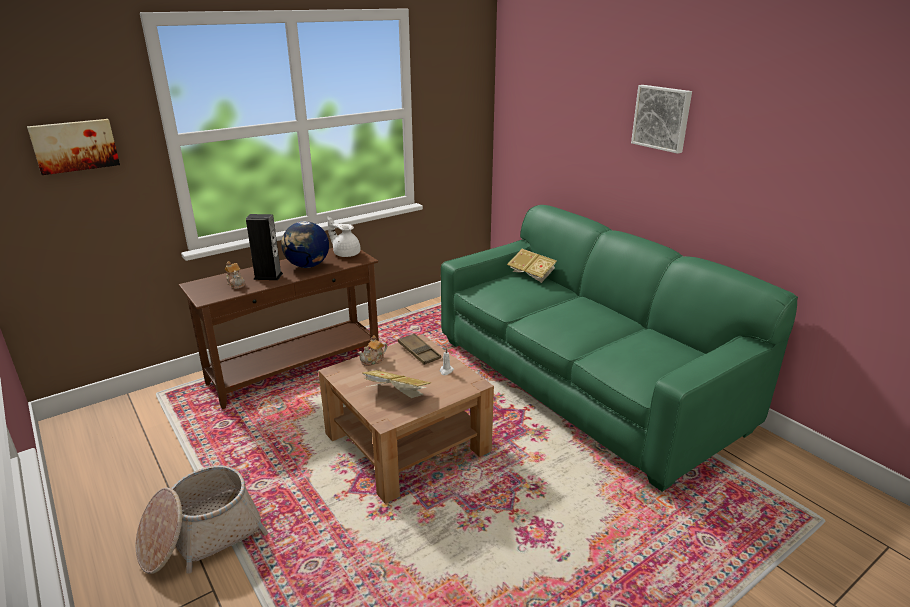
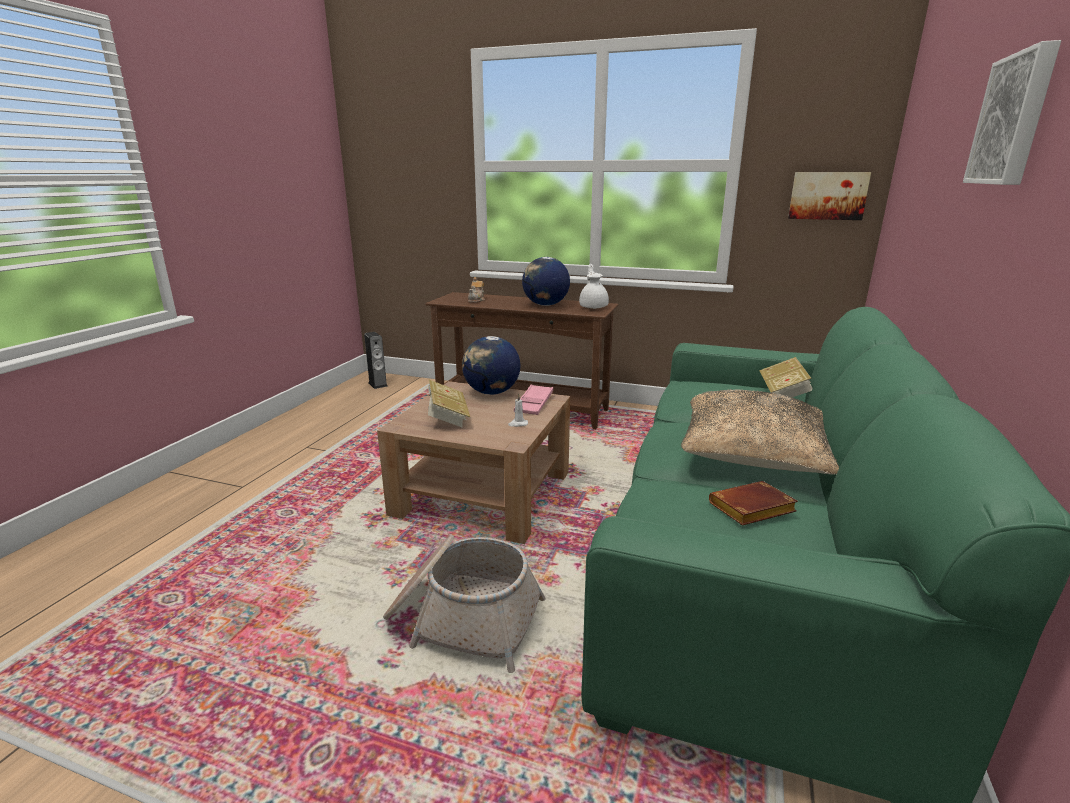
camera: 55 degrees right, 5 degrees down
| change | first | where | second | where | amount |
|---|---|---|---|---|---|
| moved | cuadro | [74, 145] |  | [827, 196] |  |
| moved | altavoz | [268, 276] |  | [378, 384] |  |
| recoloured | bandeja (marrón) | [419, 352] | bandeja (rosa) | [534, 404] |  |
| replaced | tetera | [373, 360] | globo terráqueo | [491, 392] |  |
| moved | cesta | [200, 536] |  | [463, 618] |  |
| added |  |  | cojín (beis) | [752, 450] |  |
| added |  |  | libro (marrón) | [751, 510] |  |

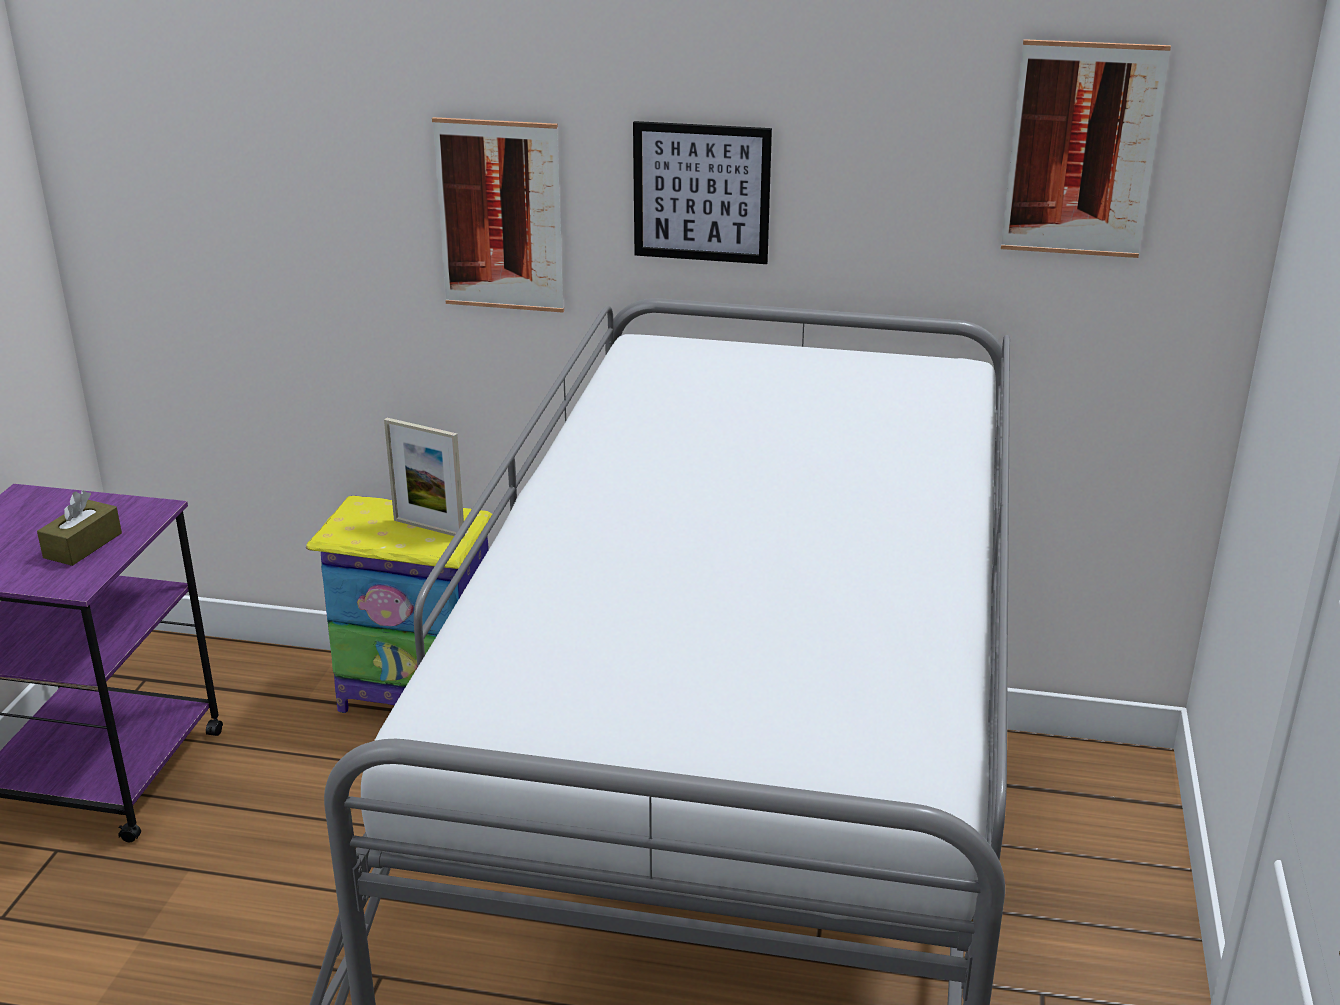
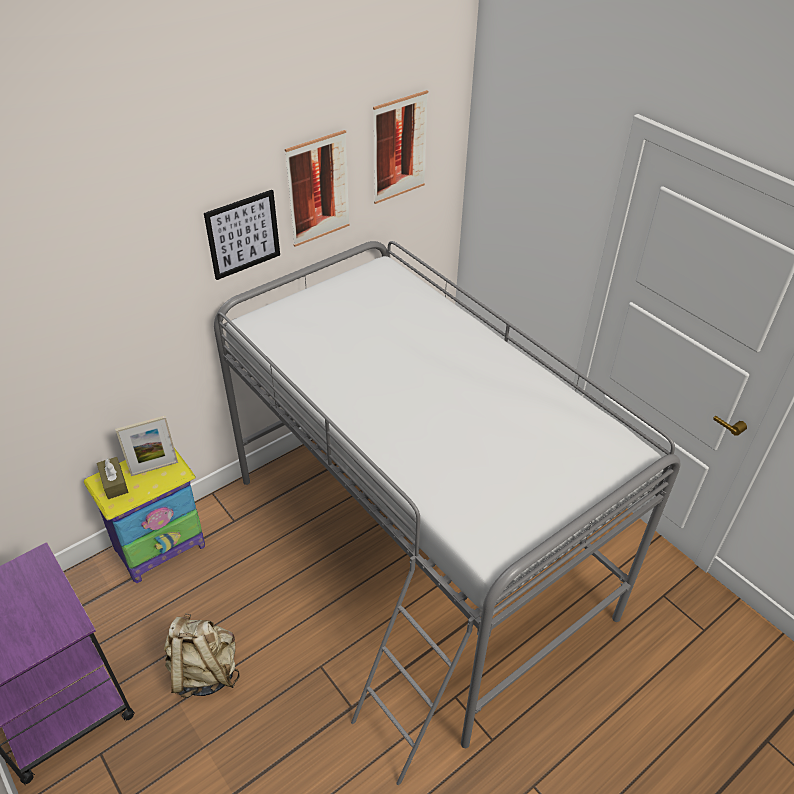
camera: 50 degrees left, 15 degrees up
| change | first | where | second | where | amount |
|---|---|---|---|---|---|
| moved | cuadro | [500, 216] |  | [318, 189] |  |
| moved | caja de pañuelos (marrón) | [83, 545] |  | [114, 483] |  |
| added |  |  | mochila (beis) | [204, 671] |  |

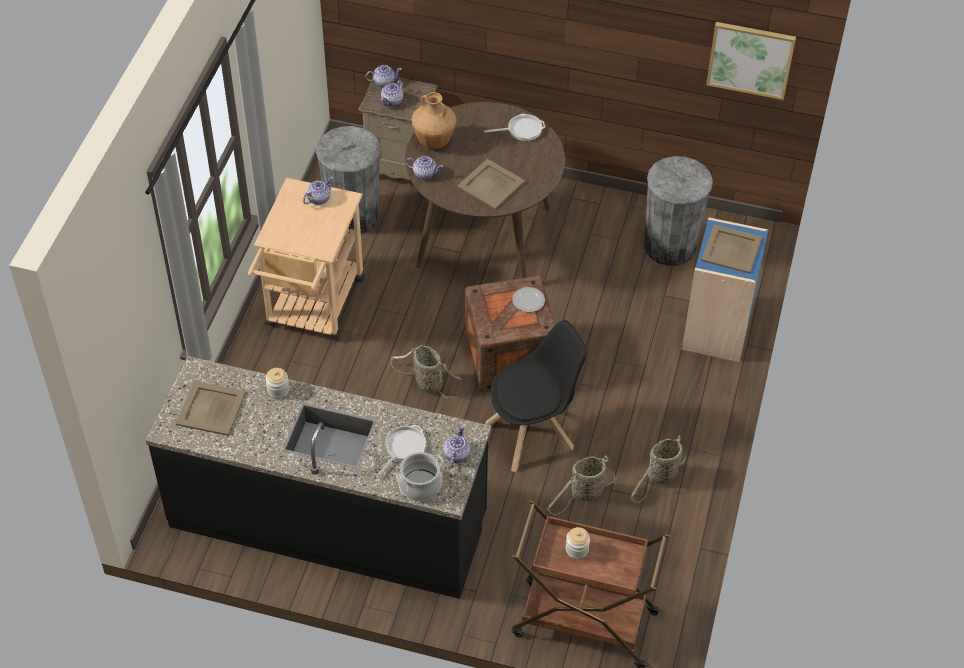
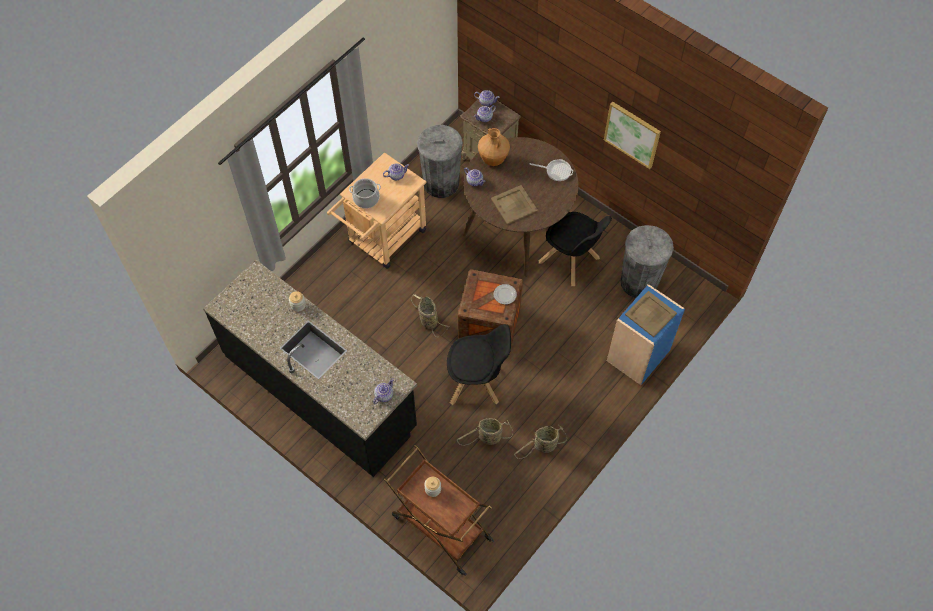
camera: 25 degrees right, 10 degrees up
| change | first | where | second | where | amount |
|---|---|---|---|---|---|
| moved | cuadro | [750, 59] |  | [632, 134] |  |
| removed | bandeja (beis) | [212, 408] |  |  |  |
| removed | sartén | [403, 448] |  |  |  |
| moved | olla | [420, 485] |  | [366, 199] |  |
| added |  |  | silla (negro) | [571, 262] |  |

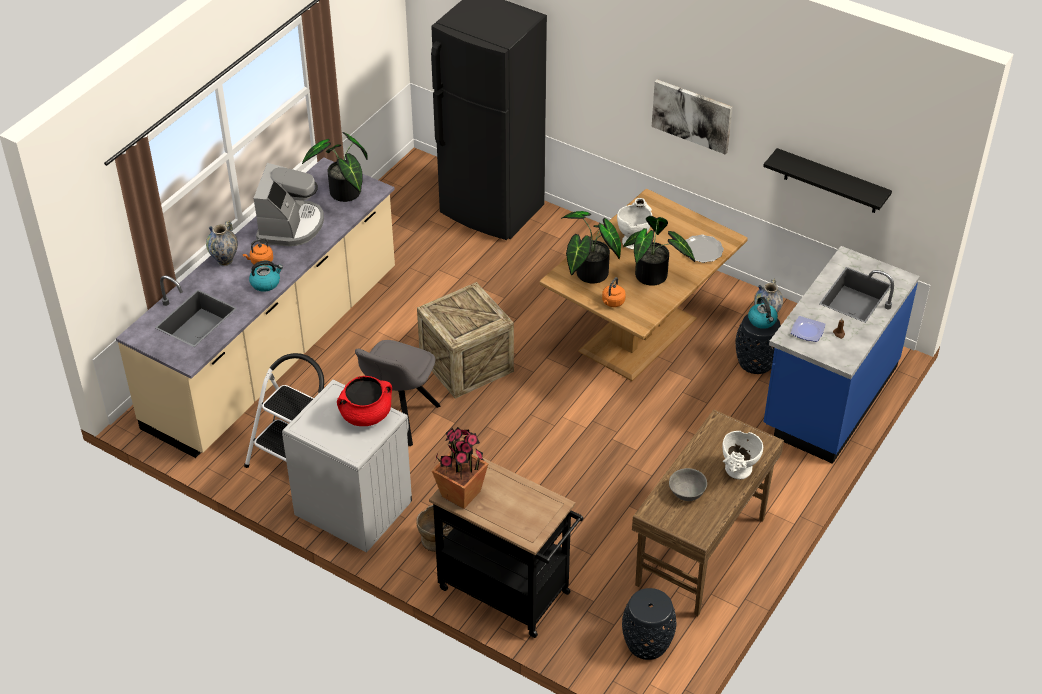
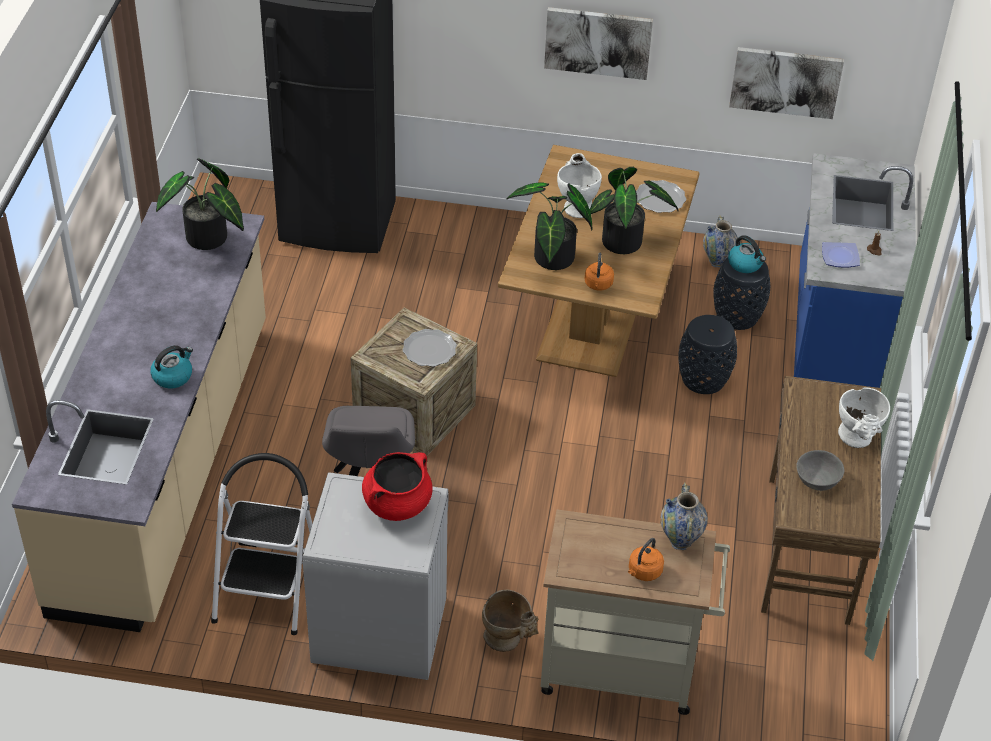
camera: 25 degrees left, 0 degrees up
| change | first | where | second | where | amount |
|---|---|---|---|---|---|
| replaced | estante (negro) | [831, 182] | cuadro | [785, 81] |  |
| removed | cafetera | [290, 226] |  |  |  |
| moved | florero | [224, 261] |  | [680, 541] |  |
| moved | hervidor (naranja) | [260, 261] |  | [643, 572] |  |
| removed | planta en maceta | [461, 493] |  |  |  |
| recoloured | carrito (negro) | [507, 592] | carrito (beis) | [623, 671] |  |
| moved | taburete (negro) | [647, 643] |  | [703, 379] |  |
| added |  |  | plato | [429, 350] |  |

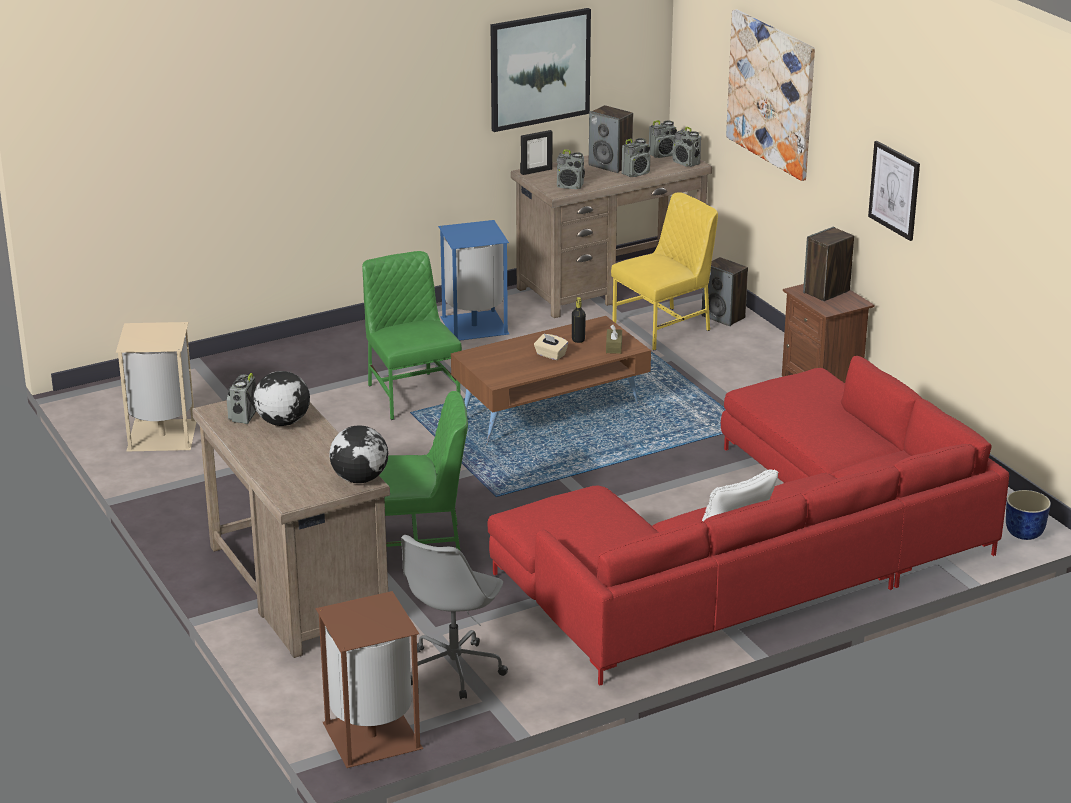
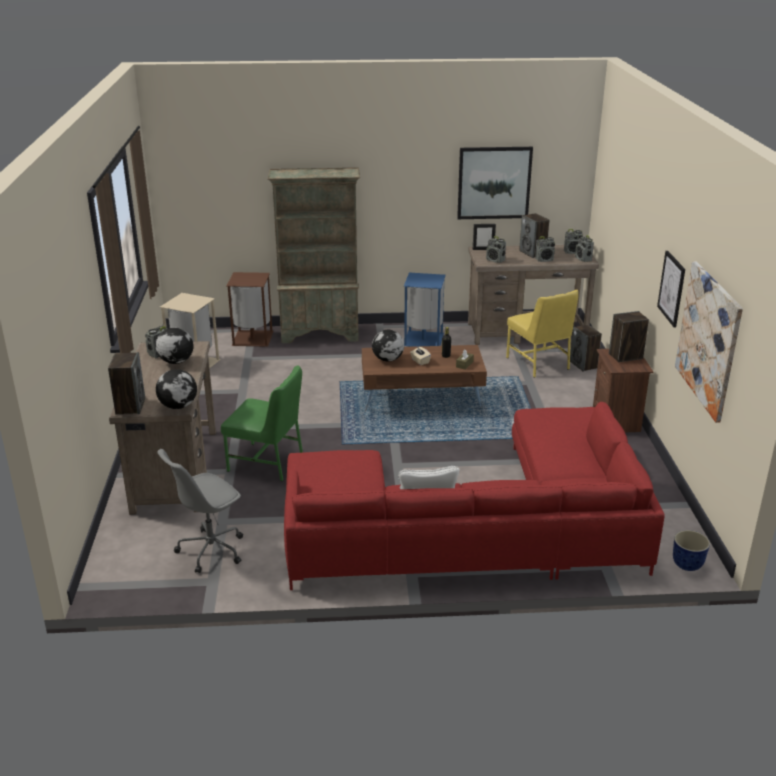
camera: 25 degrees right, 0 degrees up
| change | first | where | second | where | amount |
|---|---|---|---|---|---|
| moved | cuadro | [771, 93] |  | [708, 339] |  |
| turned | silla (amarillo) | [663, 328] |  | [539, 363] | 75 degrees clockwise |
| removed | silla (verde) | [412, 394] |  |  |  |
| moved | papelera (marrón) | [374, 737] |  | [253, 339] |  |
| added |  |  | estantería (verde) | [320, 333] |  |
| added |  |  | globo terráqueo | [387, 360] |  |
| added |  |  | altavoz | [130, 406] |  |

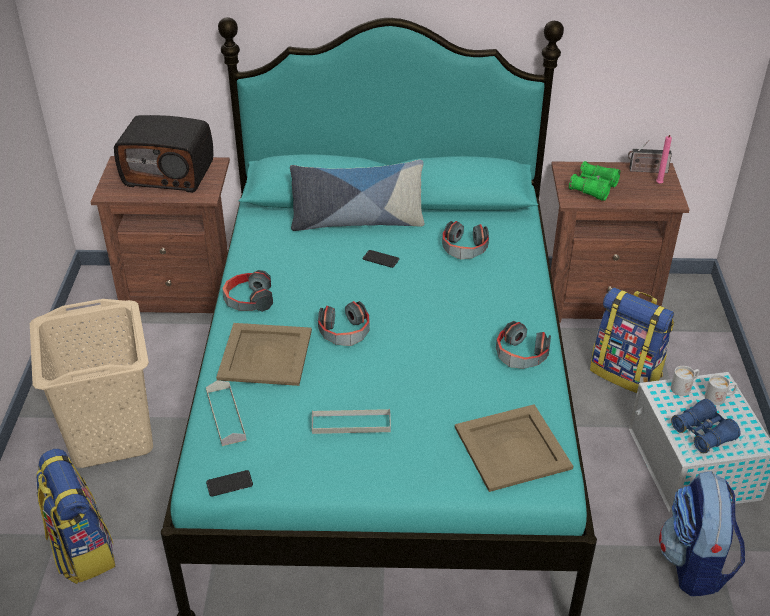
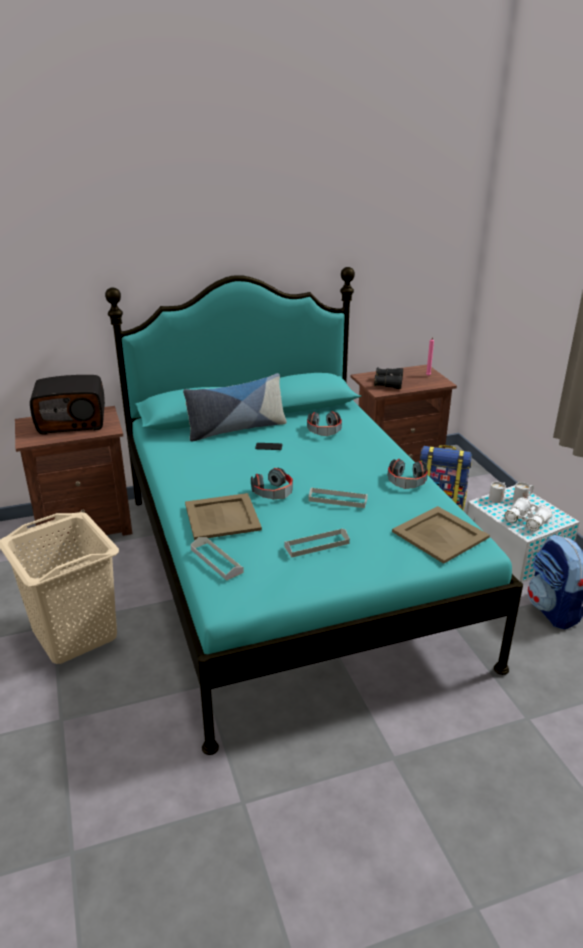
camera: 20 degrees left, 10 degrees down
| change | first | where | second | where | amount |
|---|---|---|---|---|---|
| removed | radio | [646, 170] |  |  |  |
| recoloured | prismáticos (verde) | [593, 188] | prismáticos (negro) | [388, 384] |  |
| removed | auriculares | [248, 300] |  |  |  |
| recoloured | prismáticos (azul) | [703, 433] | prismáticos (blanco) | [526, 520] |  |
| removed | mochila | [81, 549] |  |  |  |
| removed | móvil | [229, 484] |  |  |  |
| added |  |  | bandeja (gris) | [337, 500] |  |

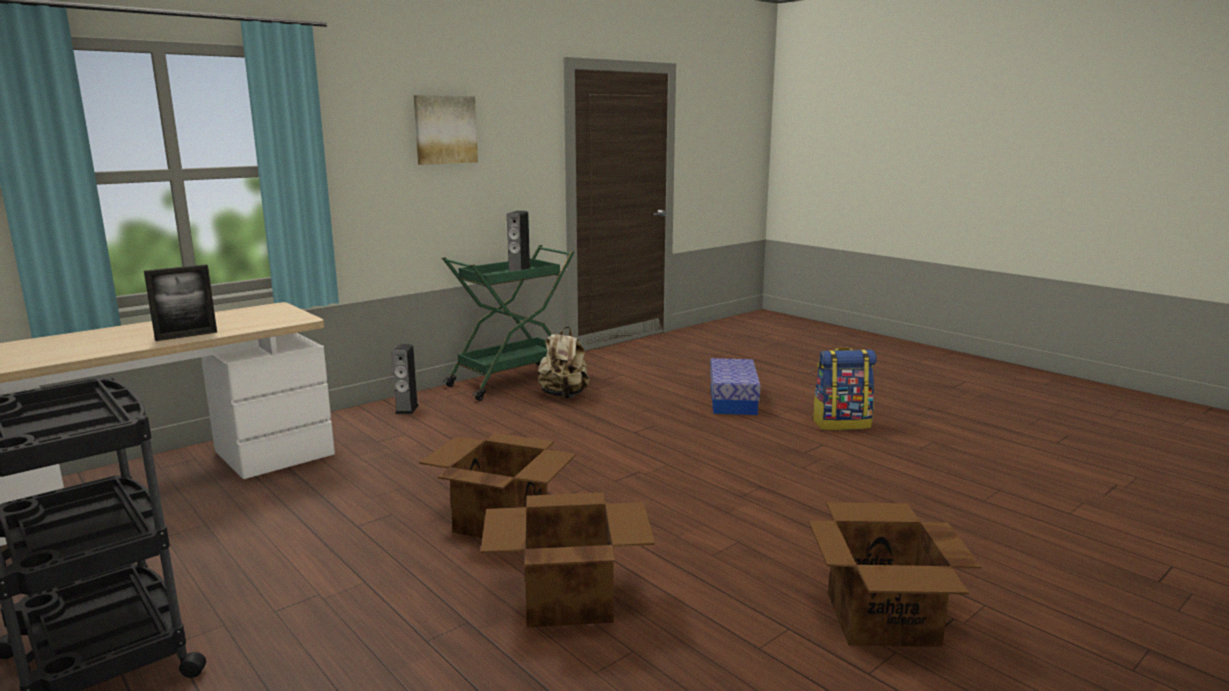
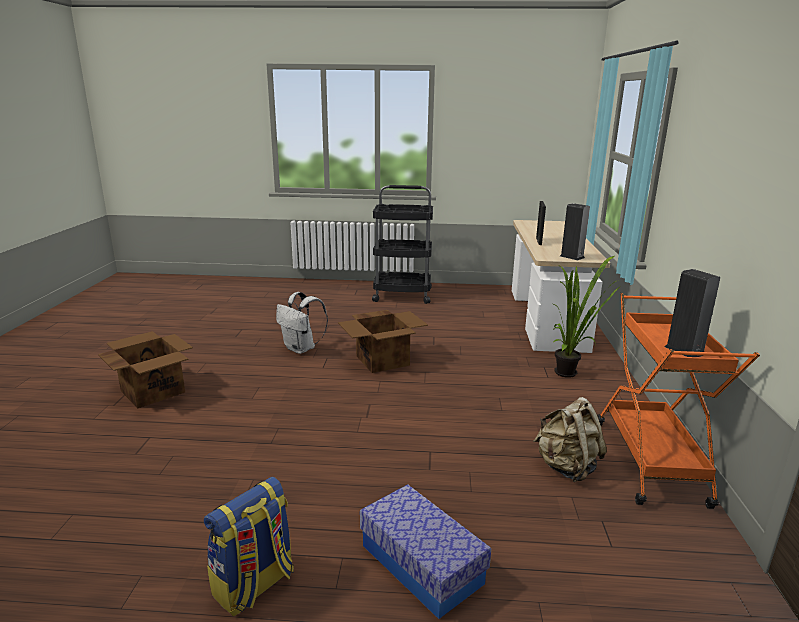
camera: 135 degrees right, 5 degrees up
| change | first | where | second | where | amount |
|---|---|---|---|---|---|
| removed | cuadro | [445, 129] |  |  |  |
| recoloured | carrito (verde) | [512, 381] | carrito (naranja) | [649, 463] |  |
| moved | altavoz | [407, 409] |  | [572, 257] |  |
| replaced | caja de cartón | [567, 599] | mochila (blanco) | [301, 349] |  |
| added |  |  | planta en maceta | [571, 373] |  |

